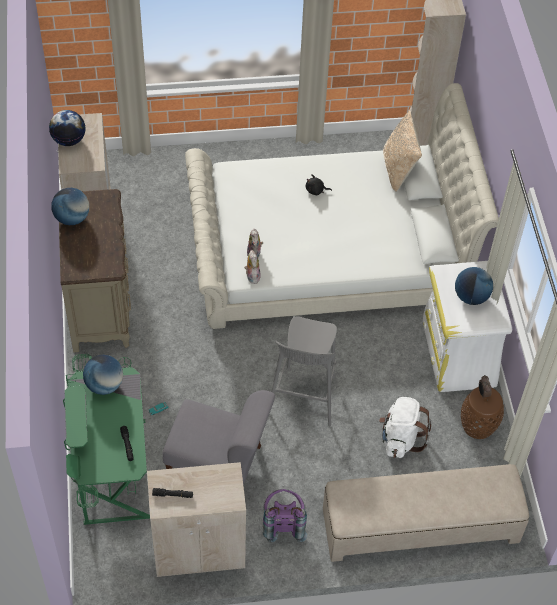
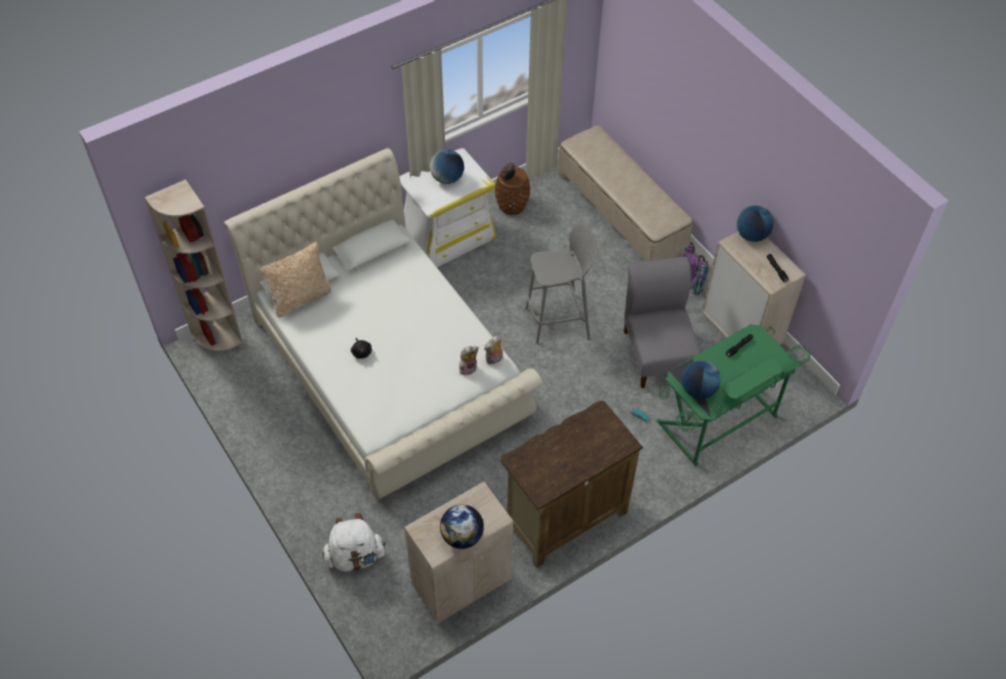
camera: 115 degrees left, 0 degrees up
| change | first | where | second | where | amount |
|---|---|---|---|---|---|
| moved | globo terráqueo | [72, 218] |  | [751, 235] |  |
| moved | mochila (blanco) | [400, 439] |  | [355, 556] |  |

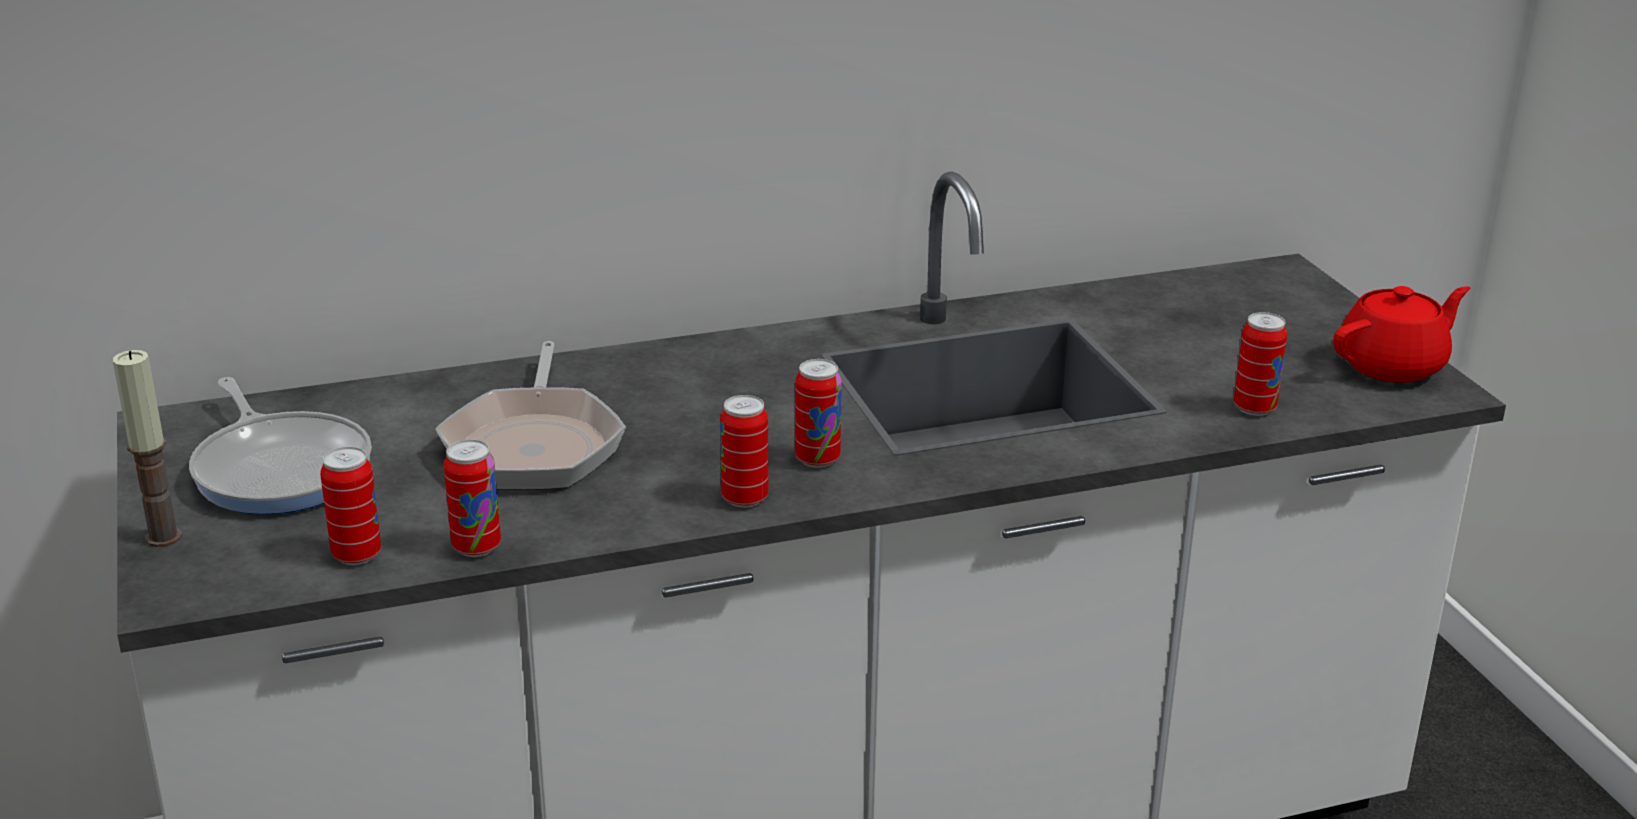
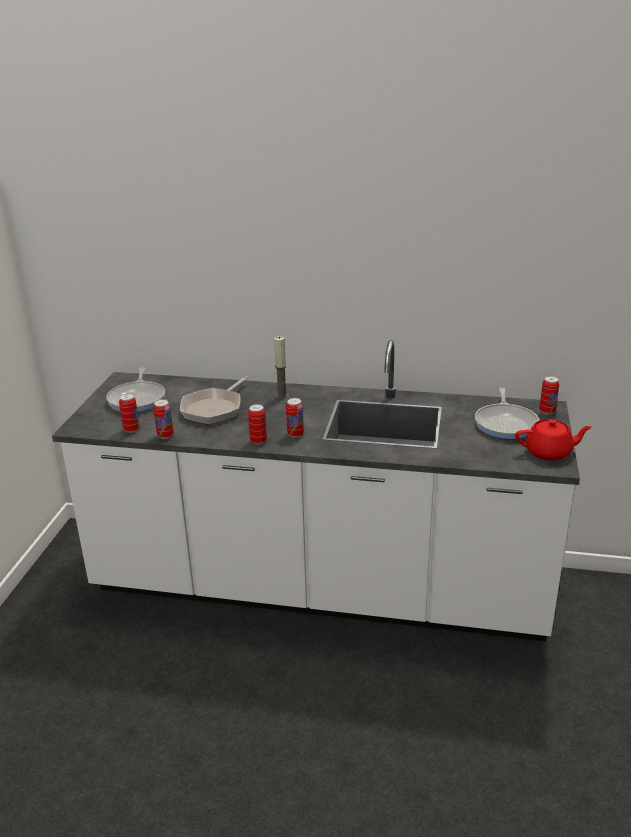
camera: 30 degrees right, 0 degrees up
| change | first | where | second | where | amount |
|---|---|---|---|---|---|
| moved | lata | [1254, 408] |  | [547, 411] |  |
| moved | vela | [163, 537] |  | [282, 396] |  |
| added |  |  | sartén | [506, 423] |  |

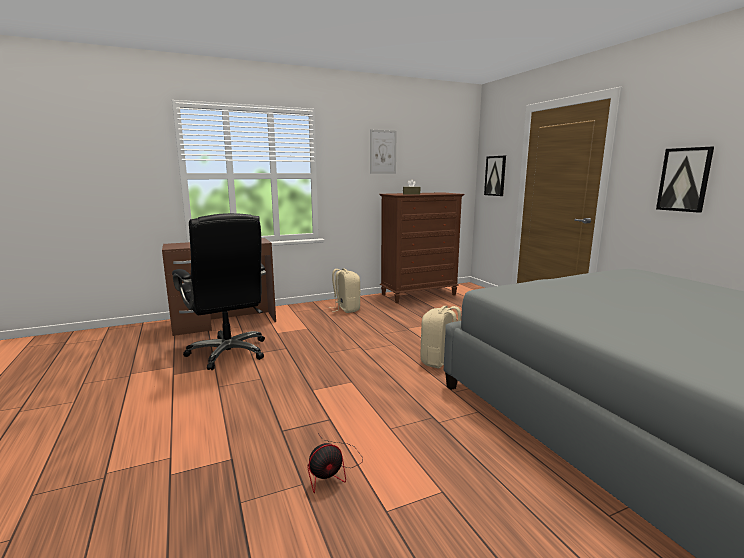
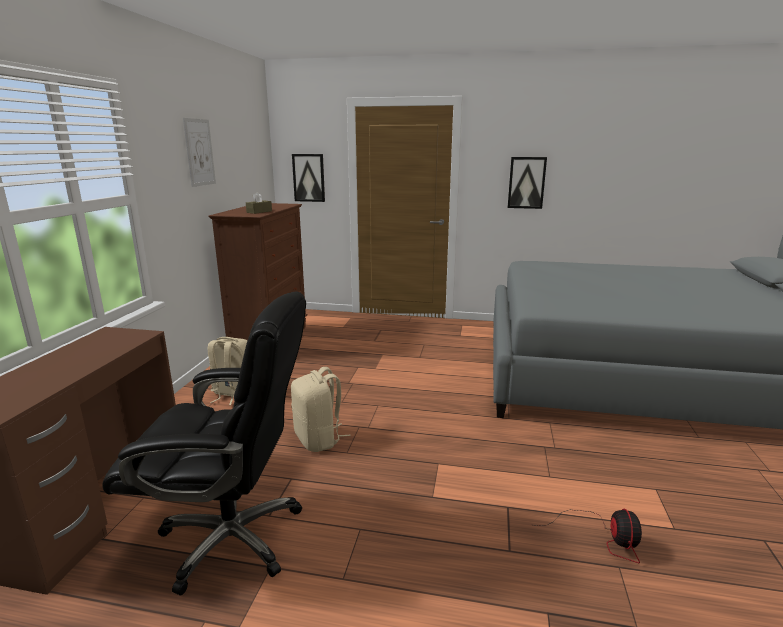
camera: 55 degrees left, 5 degrees up
| change | first | where | second | where | amount |
|---|---|---|---|---|---|
| moved | mochila (beis) | [439, 361] |  | [319, 439] |  |

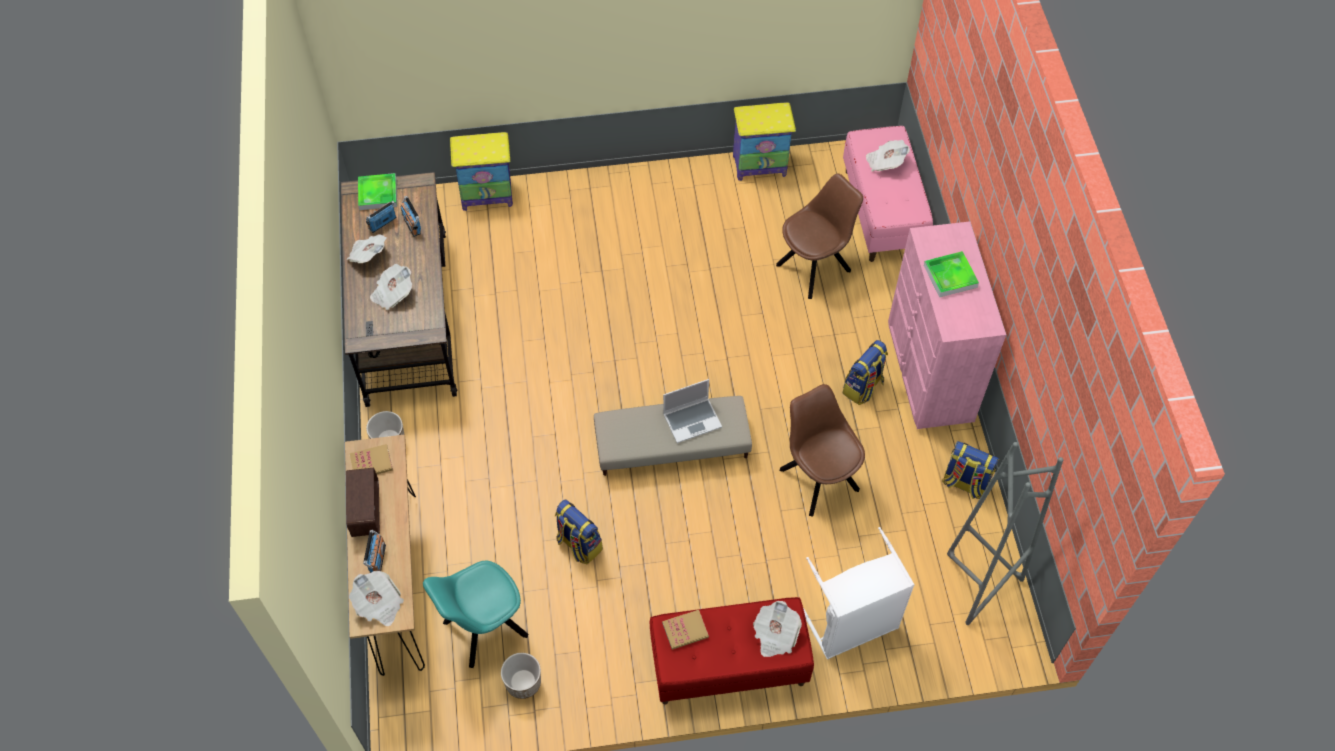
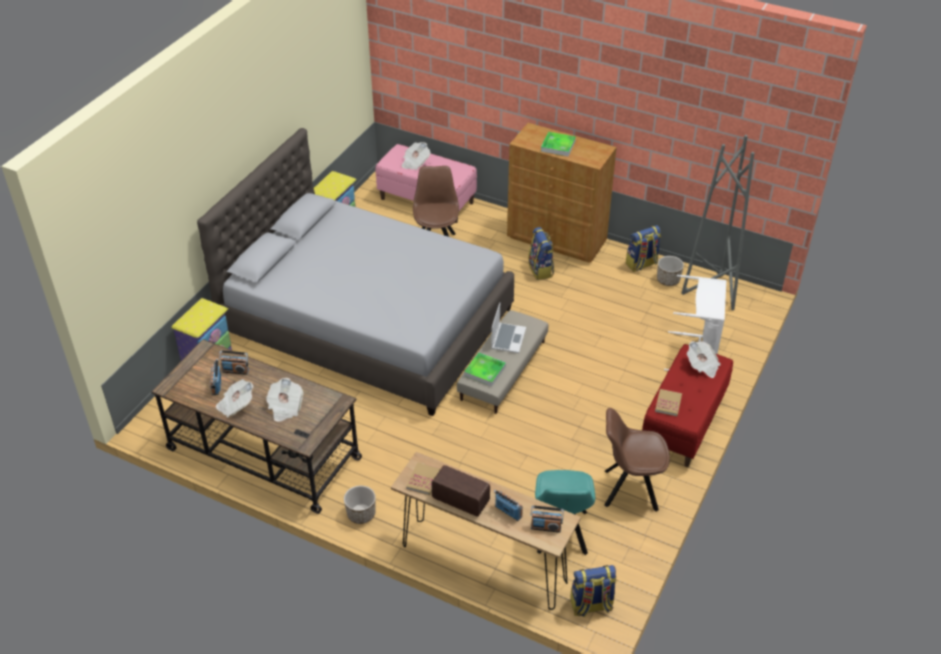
camera: 55 degrees left, 15 degrees down
| change | first | where | second | where | amount |
|---|---|---|---|---|---|
| moved | bandeja | [378, 194] |  | [485, 371] |  |
| recoloured | cómoda (rosa) | [928, 374] | cómoda (marrón) | [556, 240] |  |
| moved | silla (marrón) | [818, 479] |  | [630, 489] |  |
| moved | mochila | [578, 544] |  | [591, 605] |  |
| replaced | periódico | [379, 604] | radio | [546, 527] |  |
| moved | maceta | [523, 683] |  | [668, 280] |  |
| added |  |  | cama (gris) | [367, 321] |  |

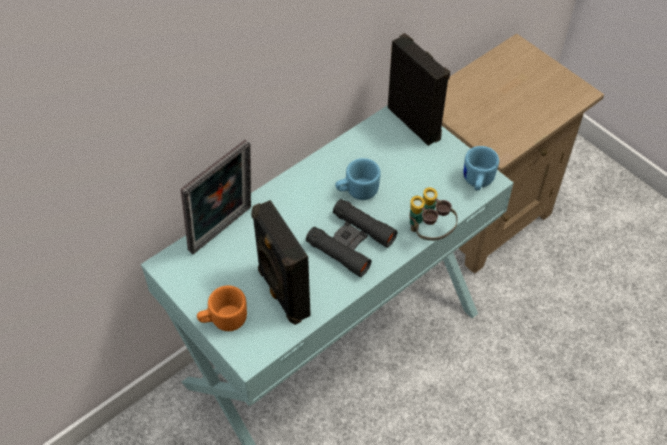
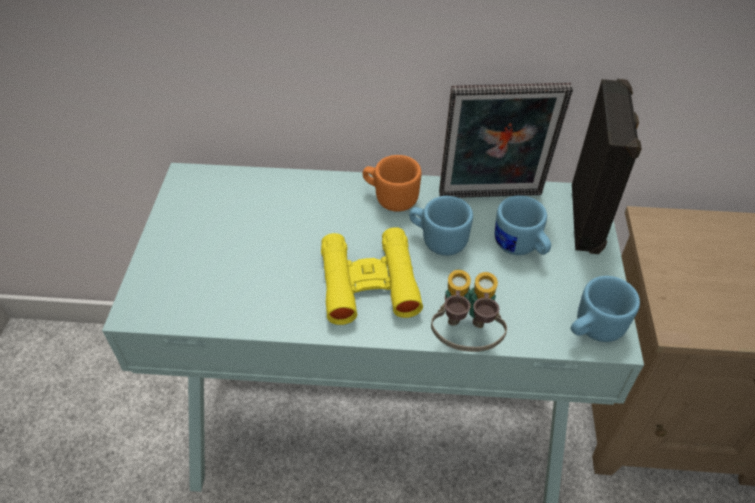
camera: 45 degrees right, 5 degrees down
| change | first | where | second | where | amount |
|---|---|---|---|---|---|
| moved | portarretratos | [223, 231] |  | [491, 198] |  |
| recoloured | prismáticos (negro) | [351, 242] | prismáticos (amarillo) | [369, 282] |  |
| removed | altavoz (negro) | [282, 293] |  |  |  |
| moved | taza grande (naranja) | [223, 320] |  | [390, 197] |  |
| added |  |  | taza grande (azul) | [520, 247] |  |

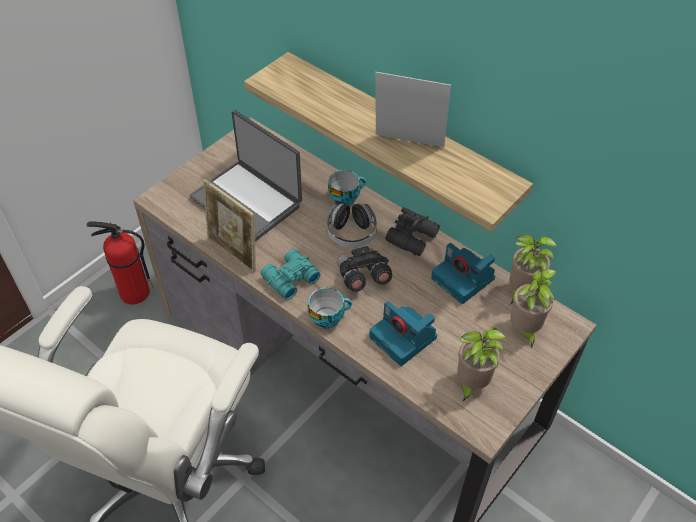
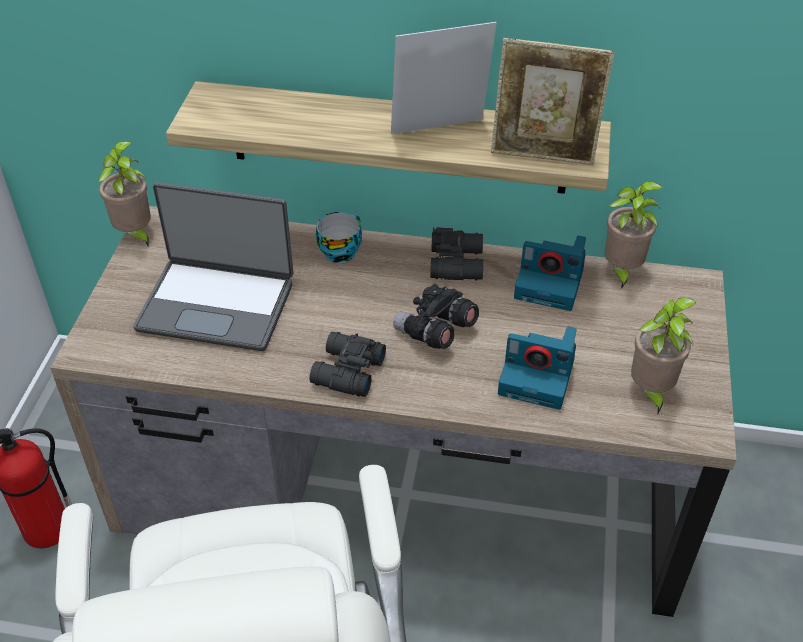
camera: 30 degrees left, 5 degrees down
| change | first | where | second | where | amount |
|---|---|---|---|---|---|
| moved | portarretratos | [234, 253] |  | [543, 155] |  |
| removed | auriculares | [351, 234] |  |  |  |
| recoloured | prismáticos (turquesa) | [289, 279] | prismáticos (negro) | [346, 372] |  |
| moved | planta en maceta | [524, 330] |  | [135, 234] |  |
| removed | taza | [328, 317] |  |  |  |

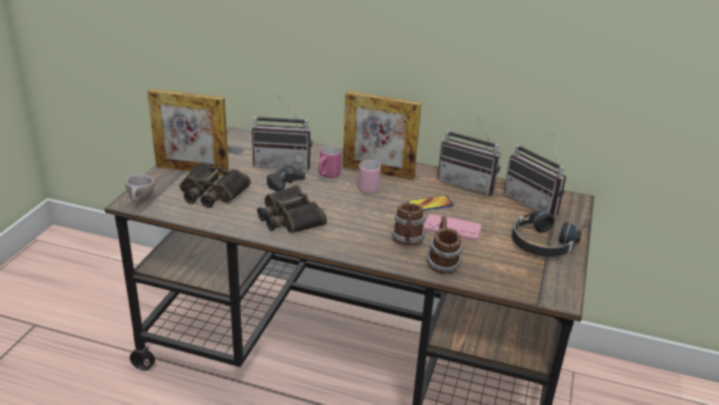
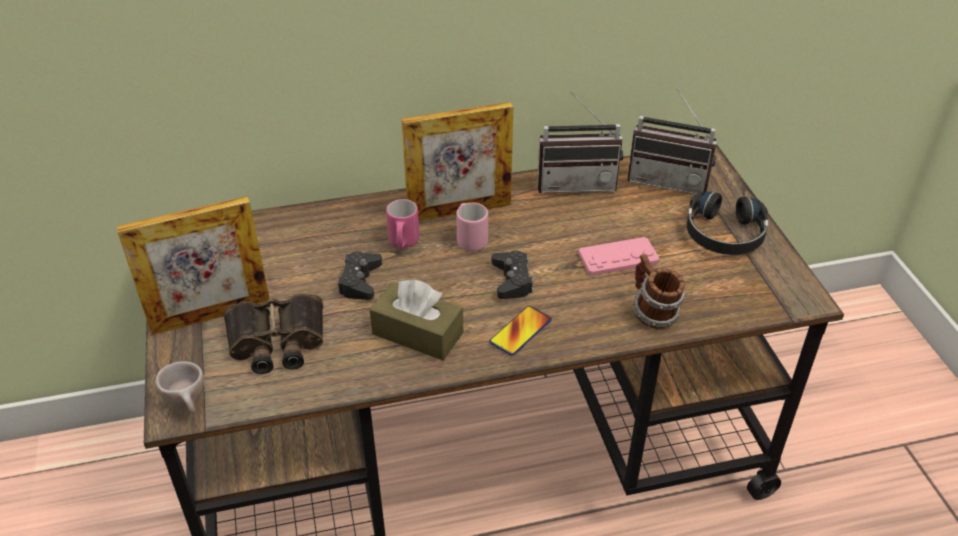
camera: 30 degrees left, 10 degrees up
| change | first | where | second | where | amount |
|---|---|---|---|---|---|
| removed | radio | [283, 163] |  |  |  |
| replaced | prismáticos | [289, 218] | caja de pañuelos (marrón) | [417, 333] |  |
| moved | móvil | [430, 204] |  | [520, 331] |  |
| removed | taza grande | [407, 242] |  |  |  |
| added |  |  | mando de consola (negro) | [512, 280] |  |

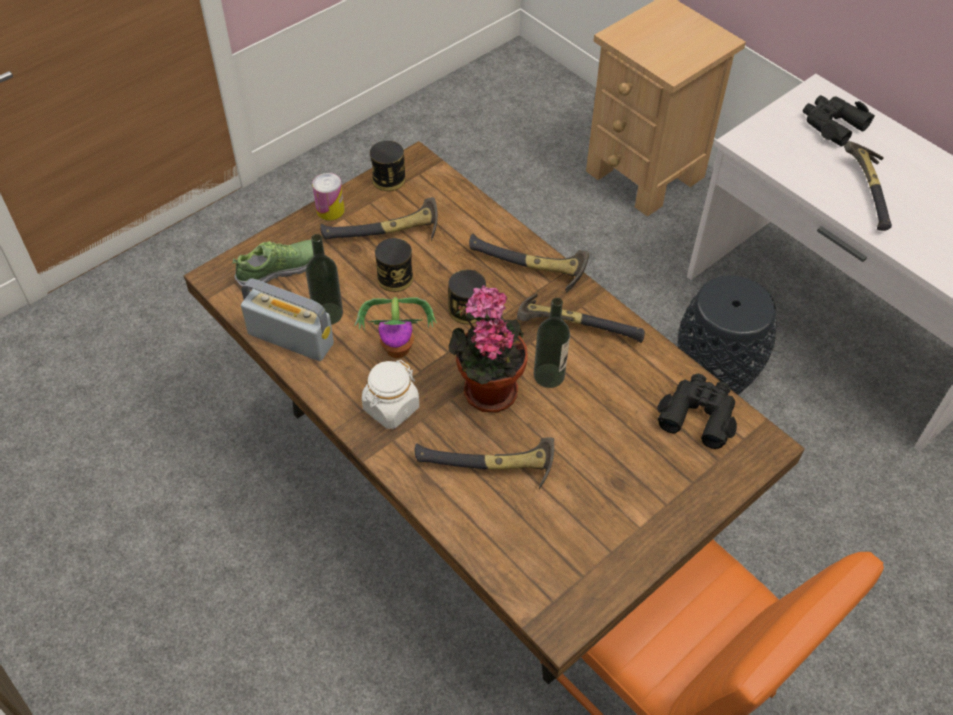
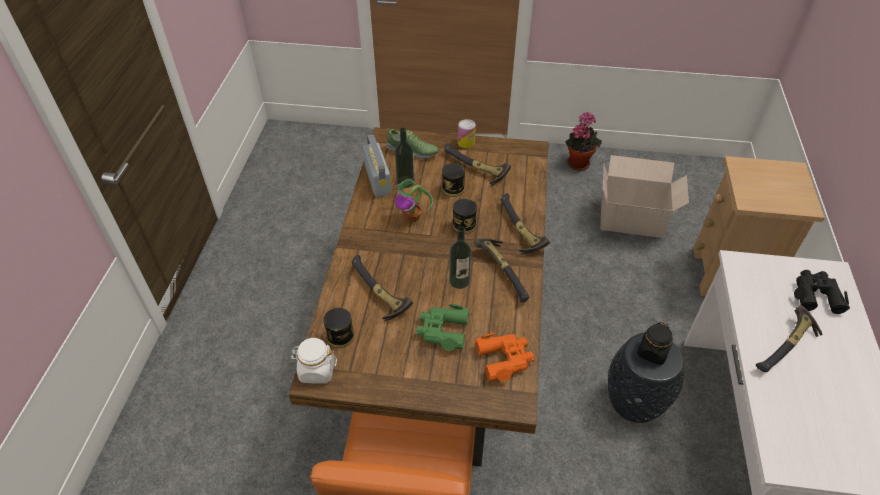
camera: 50 degrees right, 5 degrees down
| change | first | where | second | where | amount |
|---|---|---|---|---|---|
| moved | lata | [388, 179] |  | [340, 336] |  |
| moved | planta en maceta | [487, 388] |  | [578, 162] |  |
| moved | tarro (blanco) | [391, 408] |  | [316, 370] |  |
| recoloured | prismáticos (negro) | [698, 414] | prismáticos (naranja) | [504, 359] |  |
| added |  |  | caja de cartón | [634, 220] |  |
| added |  |  | prismáticos (verde) | [442, 331] |  |
| added |  |  | tarro (negro) | [652, 352] |  |

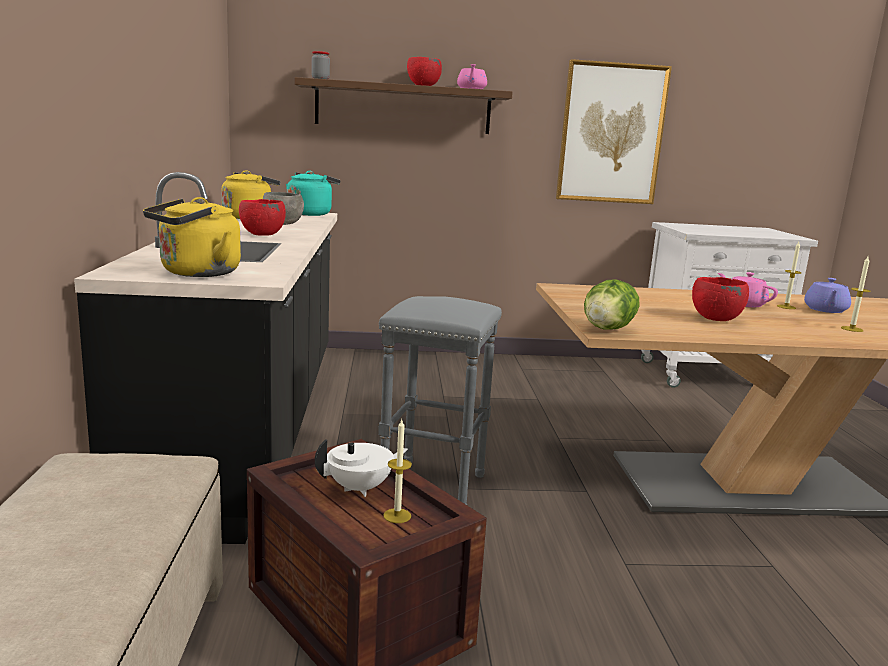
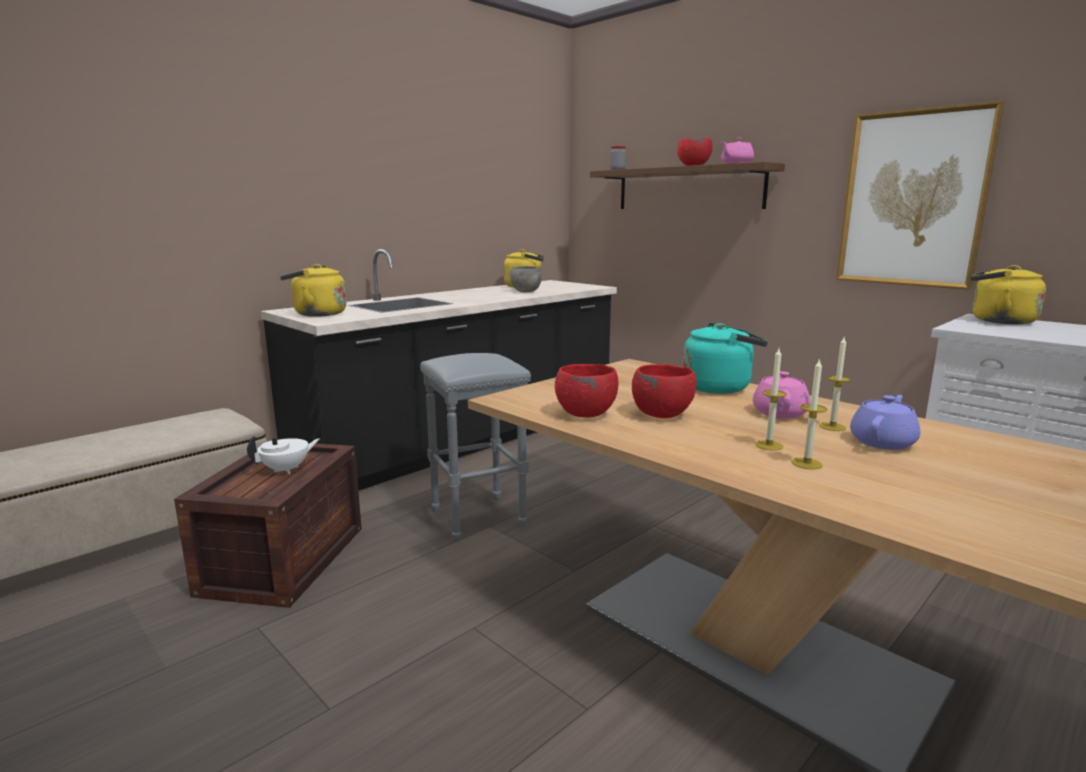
camera: 50 degrees right, 0 degrees up
| change | first | where | second | where | amount |
|---|---|---|---|---|---|
| moved | hervidor (turquesa) | [311, 214] |  | [719, 387] |  |
| moved | cuenco (rojo) | [262, 235] |  | [585, 414] |  |
| turned | tetera (morado) | [825, 310] |  | [883, 442] | 150 degrees clockwise |
| removed | lechuga | [607, 329] |  |  |  |
| moved | vela | [397, 516] |  | [769, 445] |  |
| turned | tetera (blanco) | [360, 488] |  | [286, 469] | 60 degrees counterclockwise |
| added |  |  | hervidor (amarillo) | [998, 321] |  |

